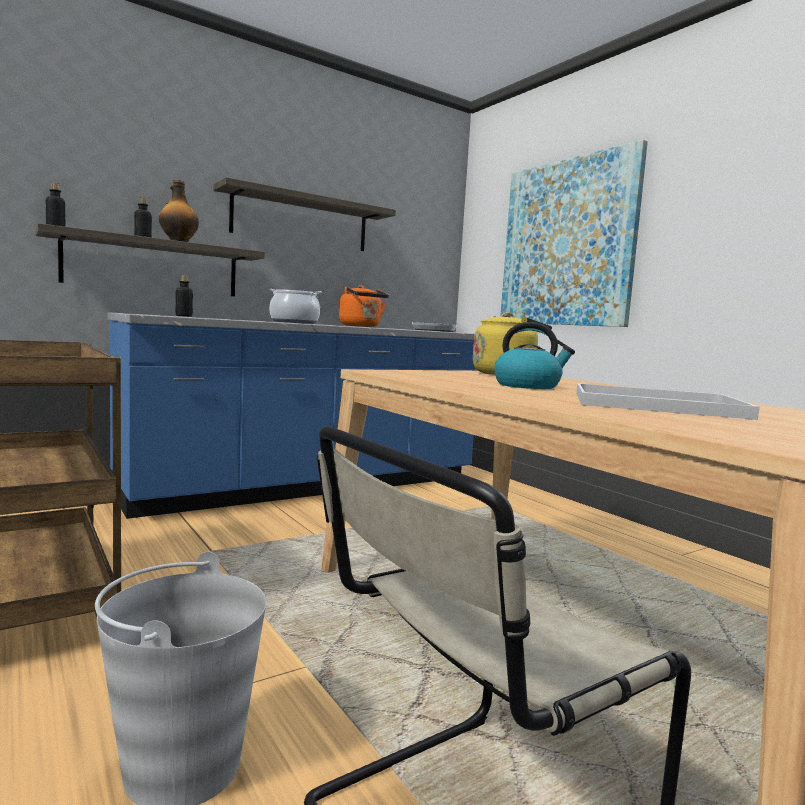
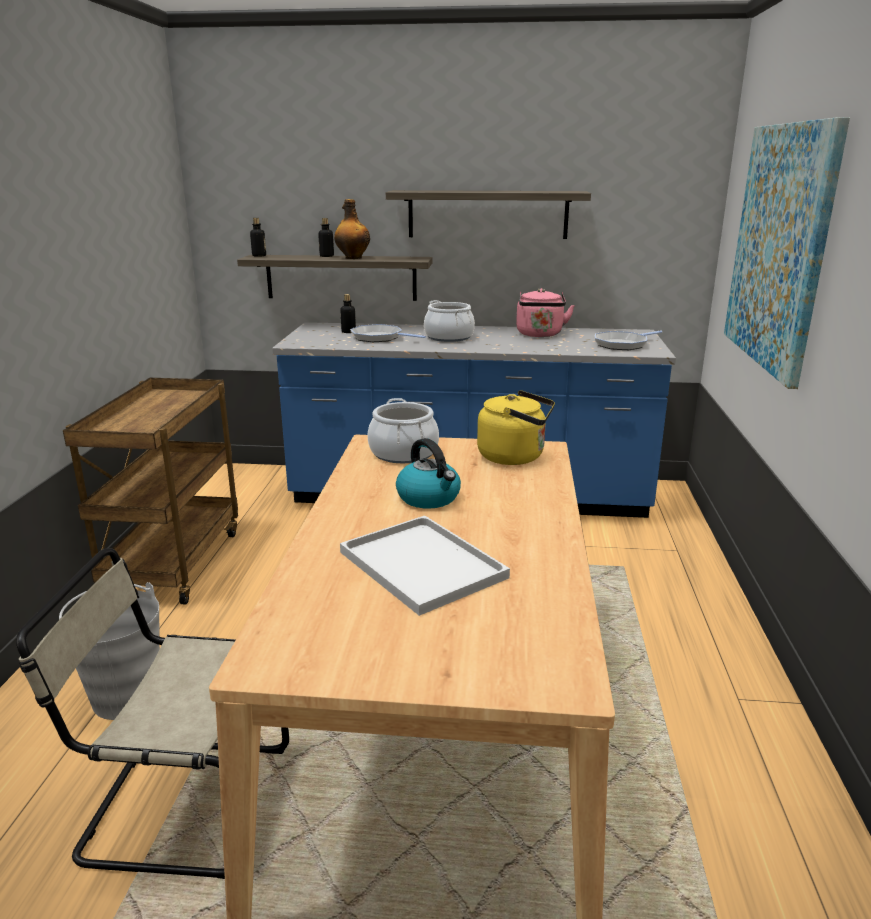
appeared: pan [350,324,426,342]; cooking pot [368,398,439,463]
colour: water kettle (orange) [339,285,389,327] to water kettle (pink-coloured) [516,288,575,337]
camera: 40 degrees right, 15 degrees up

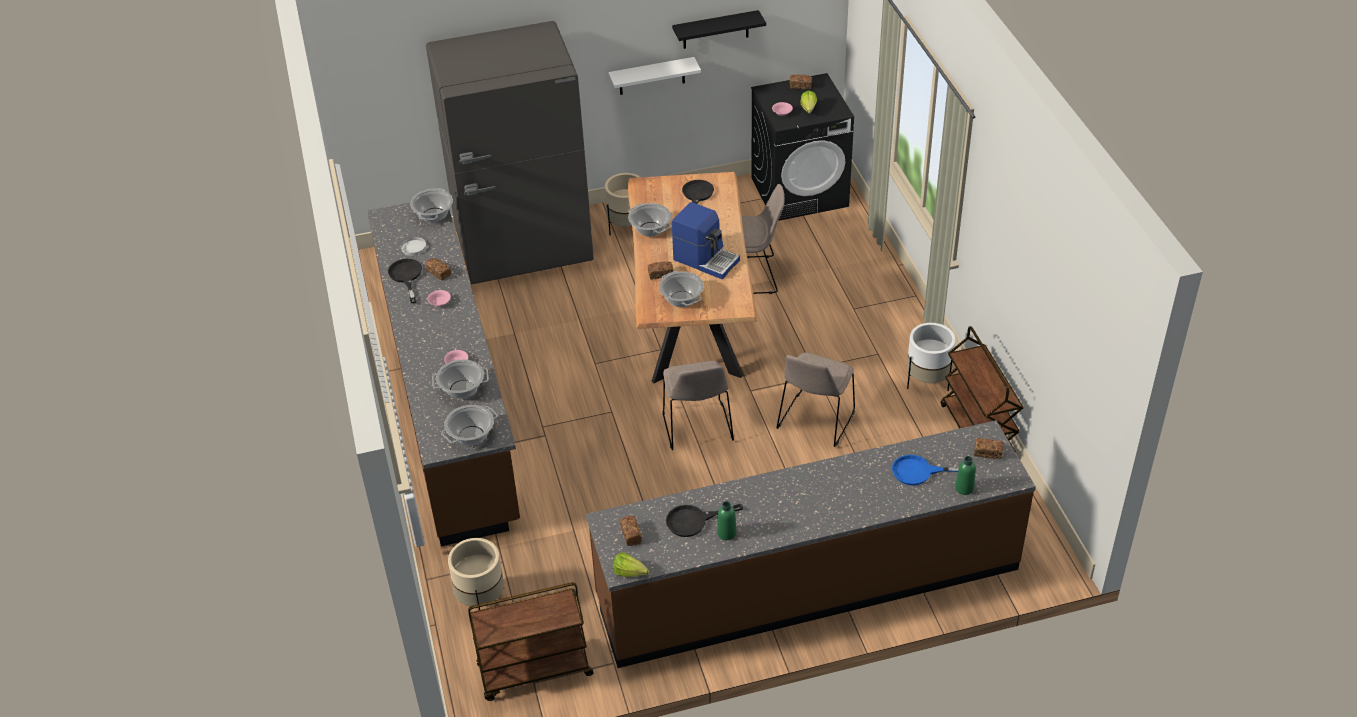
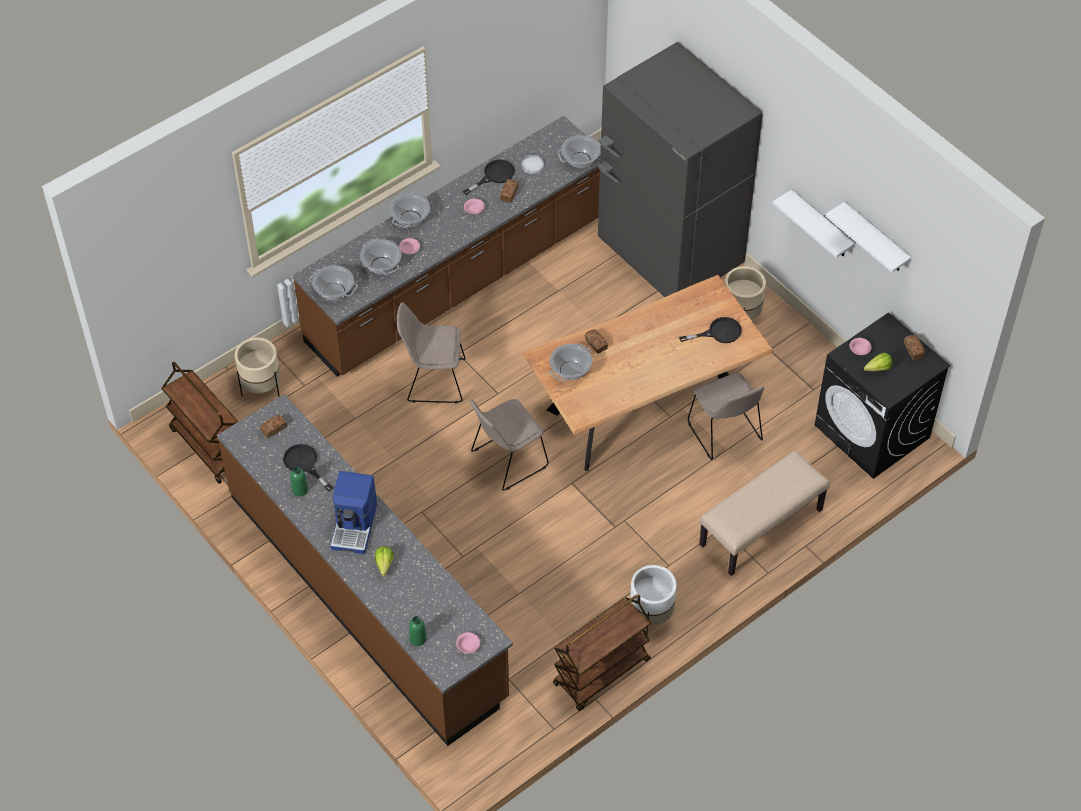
missing: pan (blue-coloured) [892,455,959,485]
appeared: bench (beige-coloured) [699,450,830,576]
relocated: coffee machine [672,202,740,279] to [330,471,377,554]; lettuce [613,552,649,577] to [375,546,394,577]; cooking pot [628,203,671,237] to [389,192,430,228]; upright chair (beige-coloured) [777,352,855,447] to [397,302,466,404]
exchanged: bakery bread [974,438,1004,459] to deep dish (pink-coloured) [456,632,480,653]
colour: bracket shelf (blackish) [672,10,766,49] to bracket shelf (white) [825,202,911,272]
camera: 65 degrees right, 10 degrees up

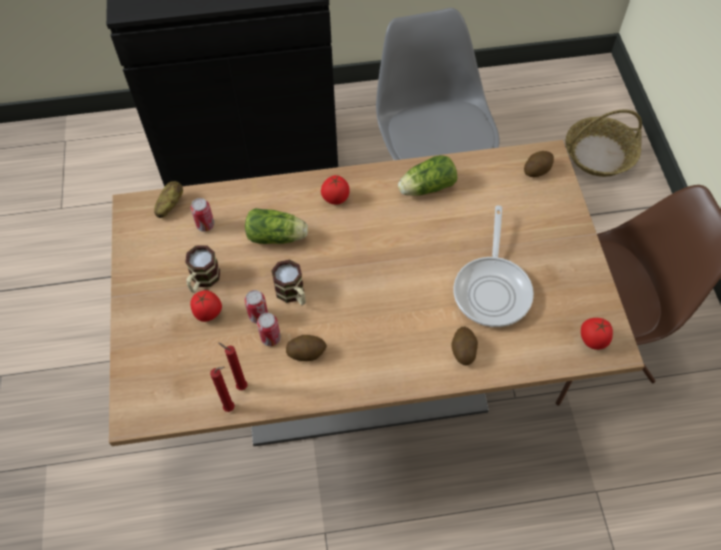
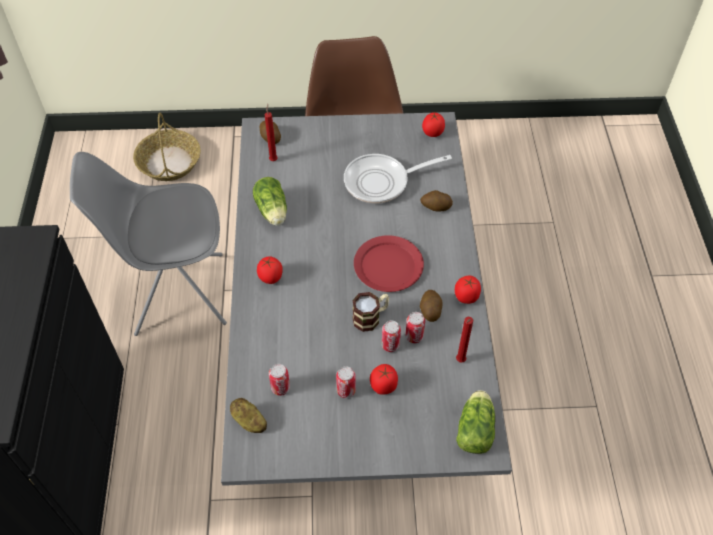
appeared: dinner plate (reddish) [354,235,424,292]; fresh tomato [455,276,481,304]
relocated: candle (reddish) [210,367,235,412] to [265,104,277,161]; lettuce [245,208,308,244] to [456,390,495,454]
exchanged: mug [185,245,220,293] to sealed can [336,366,356,398]
colour: kitchen table (brownish) [109,140,645,446] to kitchen table (grey) [221,112,512,486]
spun: pan [453,206,534,327] = [344,154,452,203] 150 degrees clockwise
camera: 85 degrees left, 5 degrees down

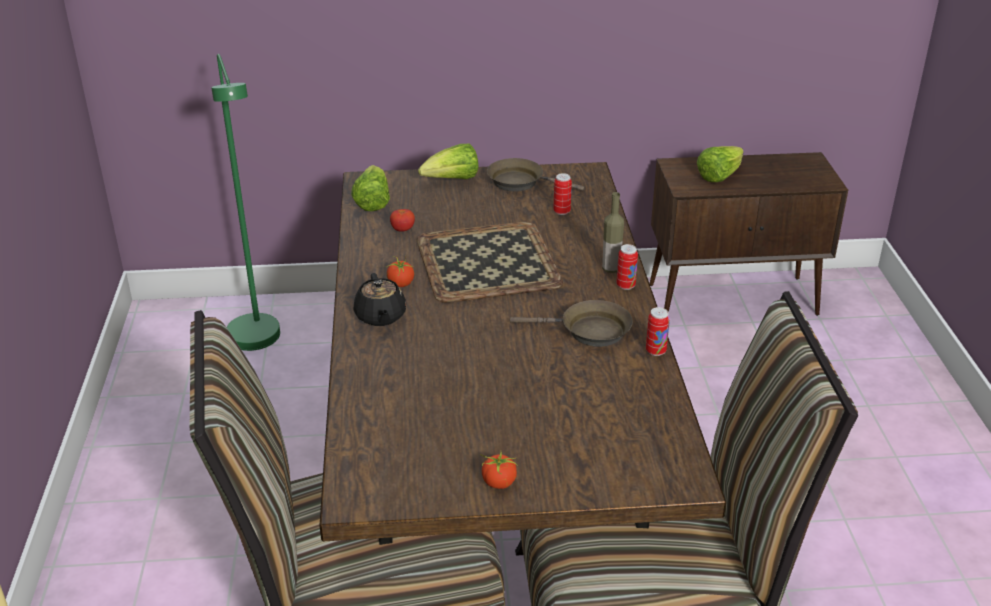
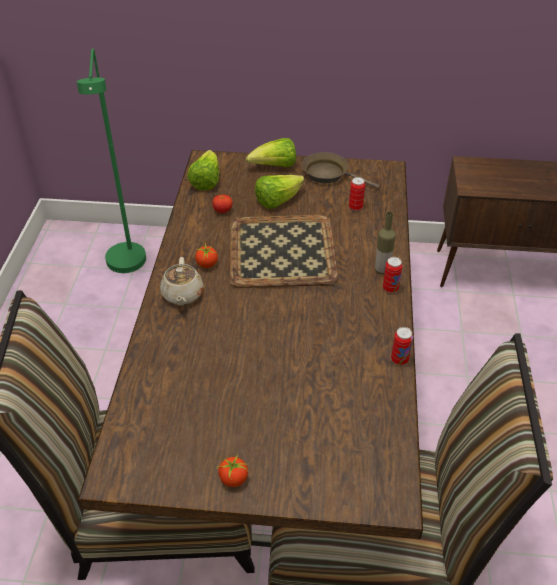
missing: pan (brownish) [510,300,633,347]
relocated: lettuce [697,146,744,182] to [255,175,304,209]
colour: teapot (blackish) [353,273,406,326] to teapot (beige-coloured) [160,257,204,306]
camera: 10 degrees right, 10 degrees up

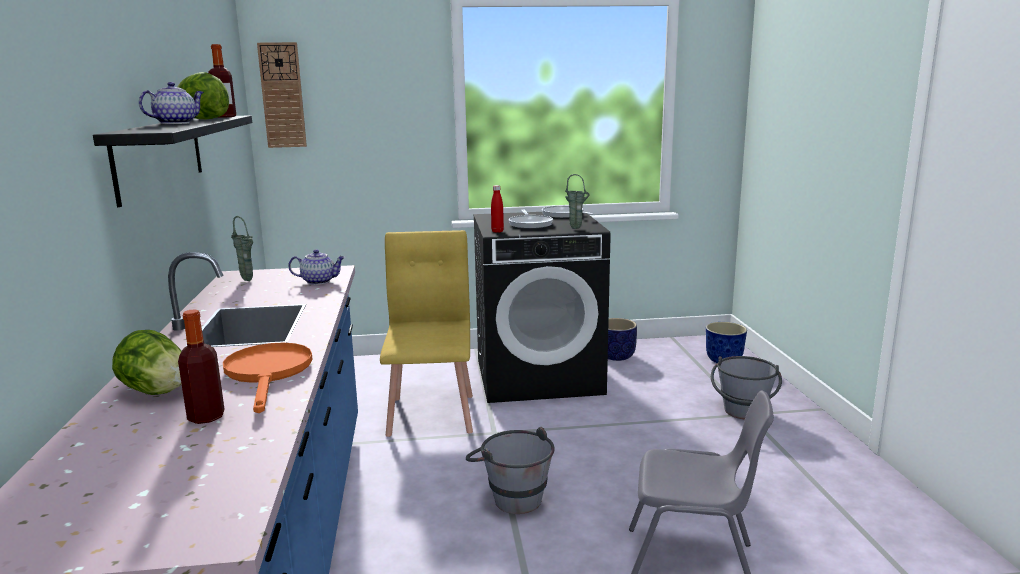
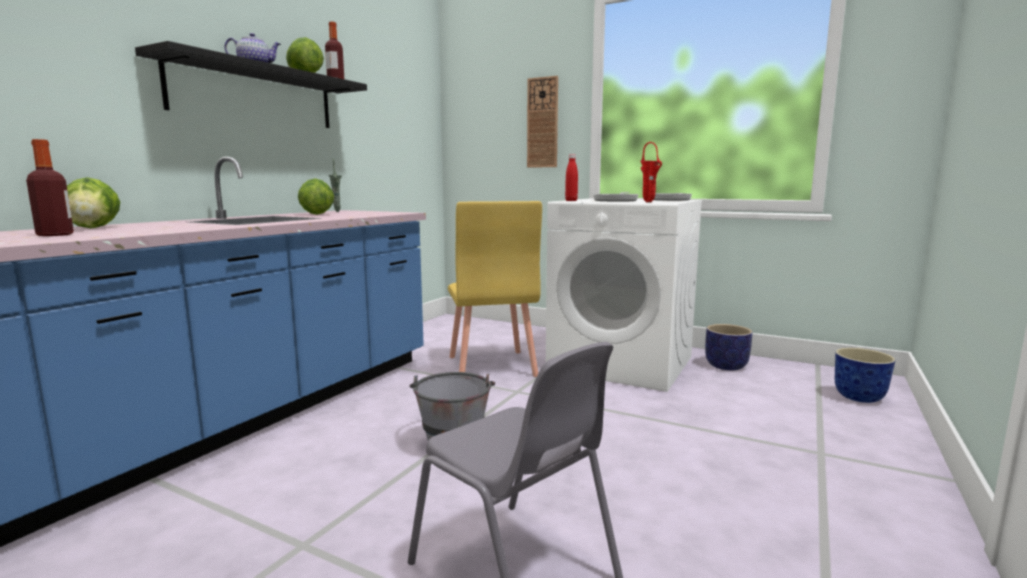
missing: pan (orange) [223,343,312,413]; teapot [288,249,345,285]; pail (grey) [711,356,782,420]
appeared: lettuce [298,179,334,215]
relocated: wall clock [257,42,307,148] to [527,76,558,168]
colour: laundry appliance (blackish) [473,210,611,403] to laundry appliance (white) [546,198,702,392]; vase (green-coloured) [565,174,590,229] to vase (reddish) [640,142,662,202]
spun: upright chair (yellow-coloured) [380,230,473,437] = [448,201,542,377] 135 degrees clockwise
camera: 35 degrees right, 5 degrees down

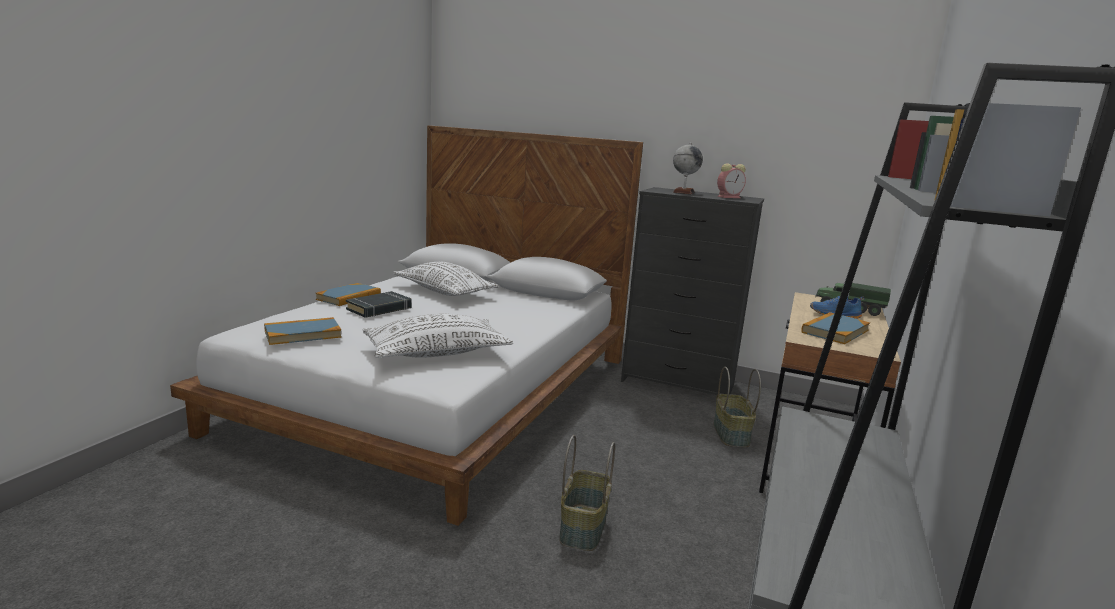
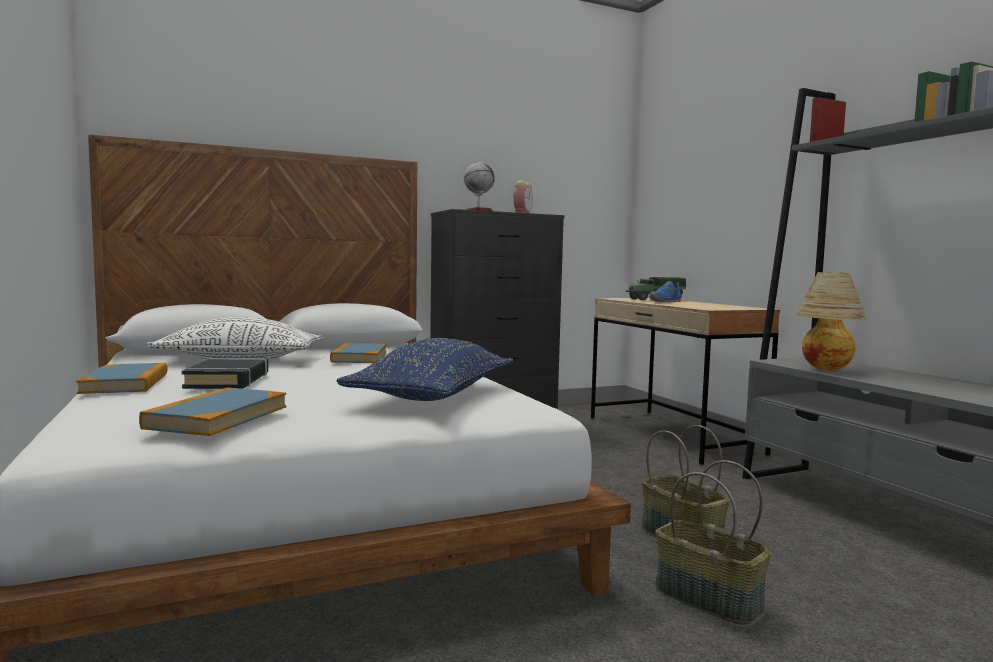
appeared: tabletop lamp [796,272,867,371]
relocated: volume [801,312,870,344] to [330,343,387,363]; basket [713,367,761,447] to [655,460,771,625]
colour: throw pillow (white) [363,314,513,358] to throw pillow (blue-coloured) [337,338,513,401]
camera: 45 degrees left, 10 degrees down

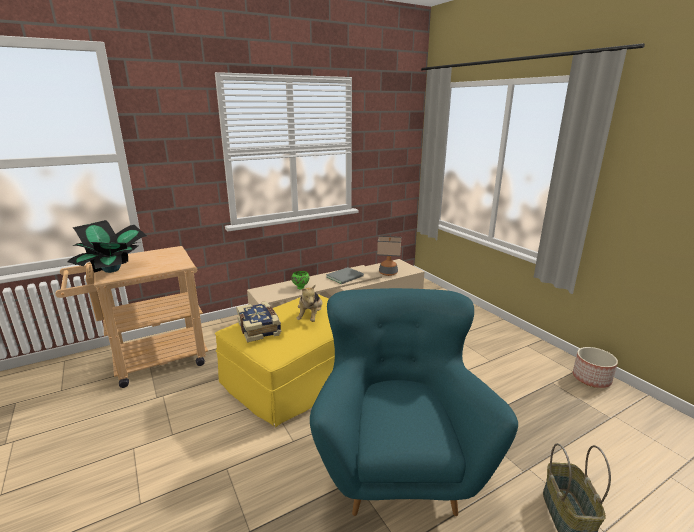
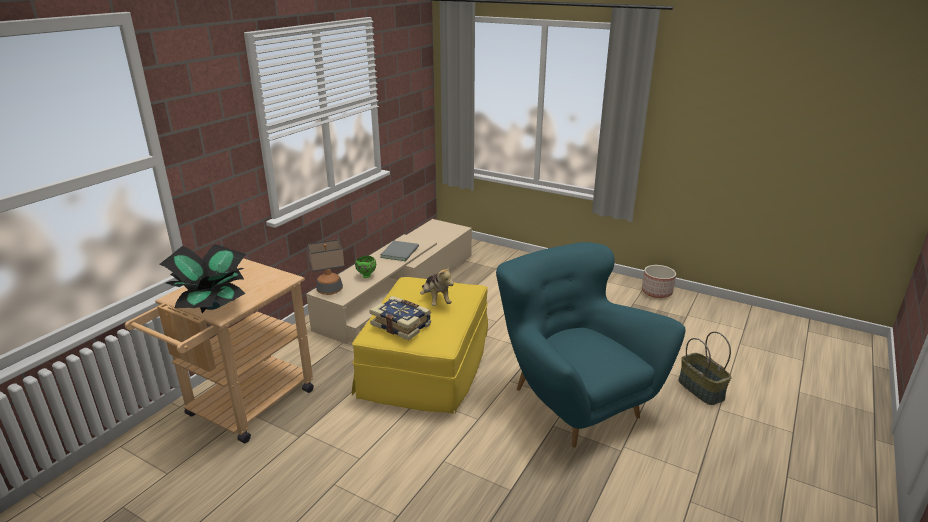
relocated: tabletop lamp [377,236,401,276] to [308,239,345,295]
camera: 30 degrees left, 5 degrees up

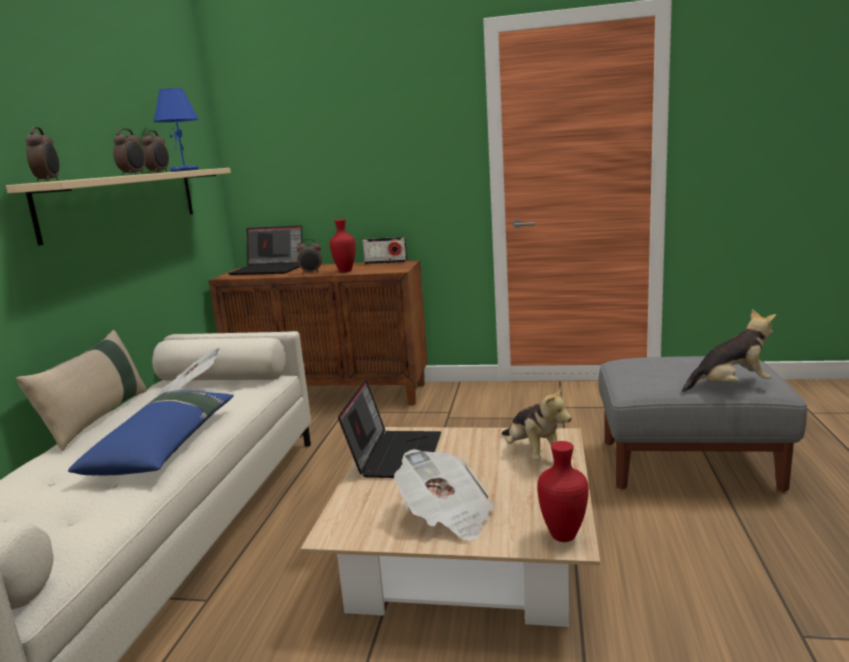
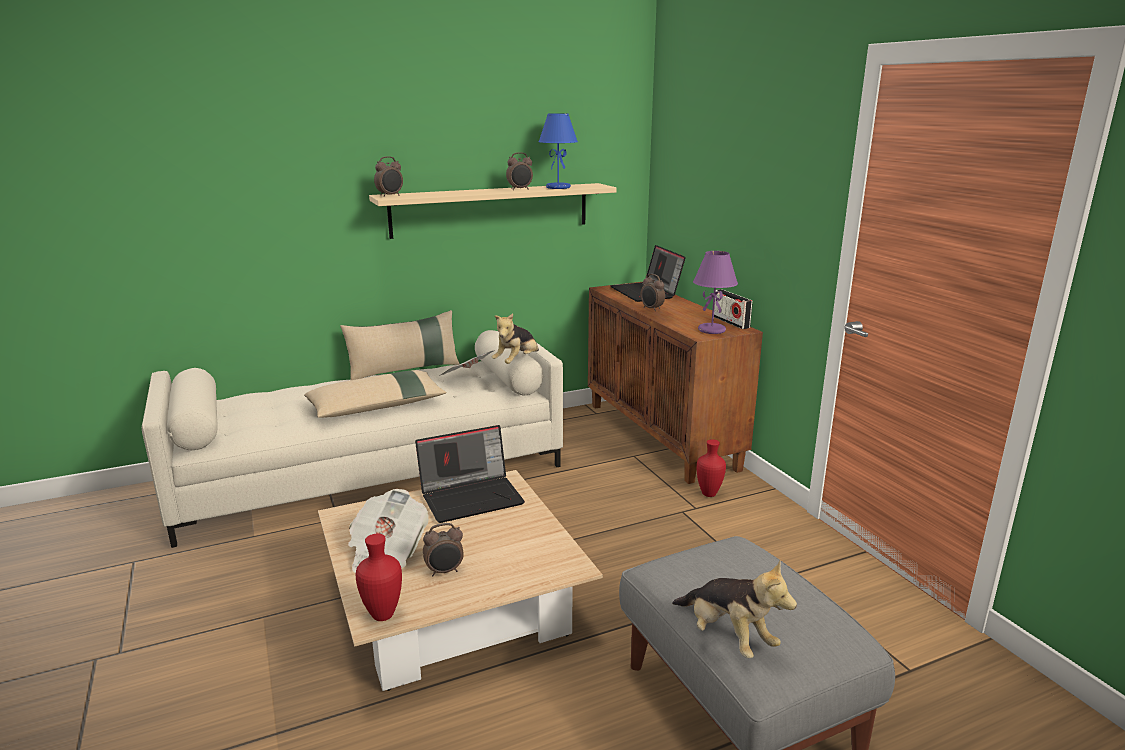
appeared: tabletop lamp (purple-coloured) [693,251,738,334]
relocated: alarm clock [113,128,145,175] to [423,523,464,576]; cuddly toy [502,386,572,460] to [492,313,539,364]; vase (reddish) [330,219,356,272] to [697,439,726,497]
colour: throw pillow (blue-coloured) [68,390,234,475] to throw pillow (beige-coloured) [304,370,446,418]
camera: 55 degrees right, 5 degrees up

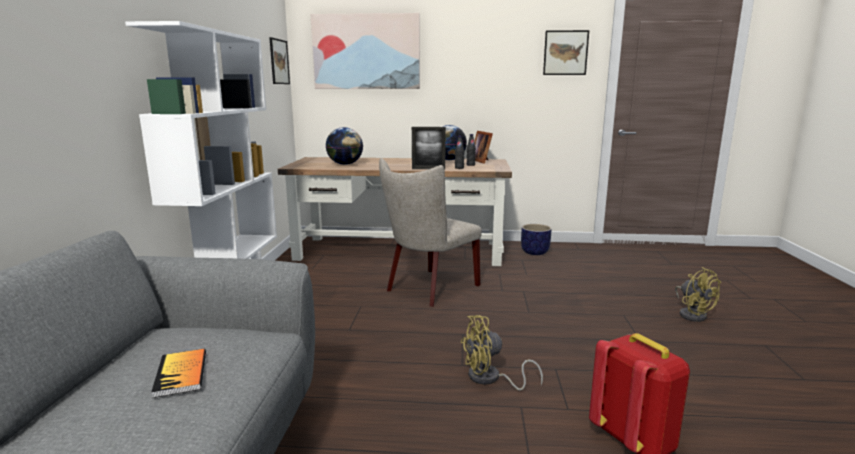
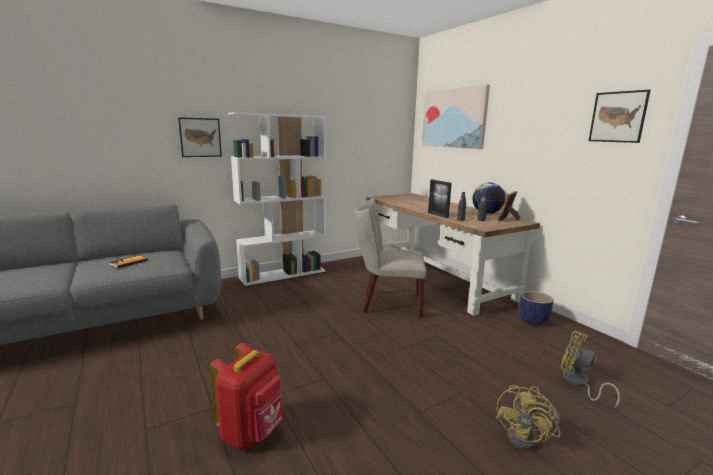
missing: desk globe [326,127,363,165]
relocated: wall art [269,37,290,84] to [178,117,222,157]; fan (yellow-coloured) [460,315,543,390] to [561,331,620,408]
camera: 55 degrees right, 0 degrees up

